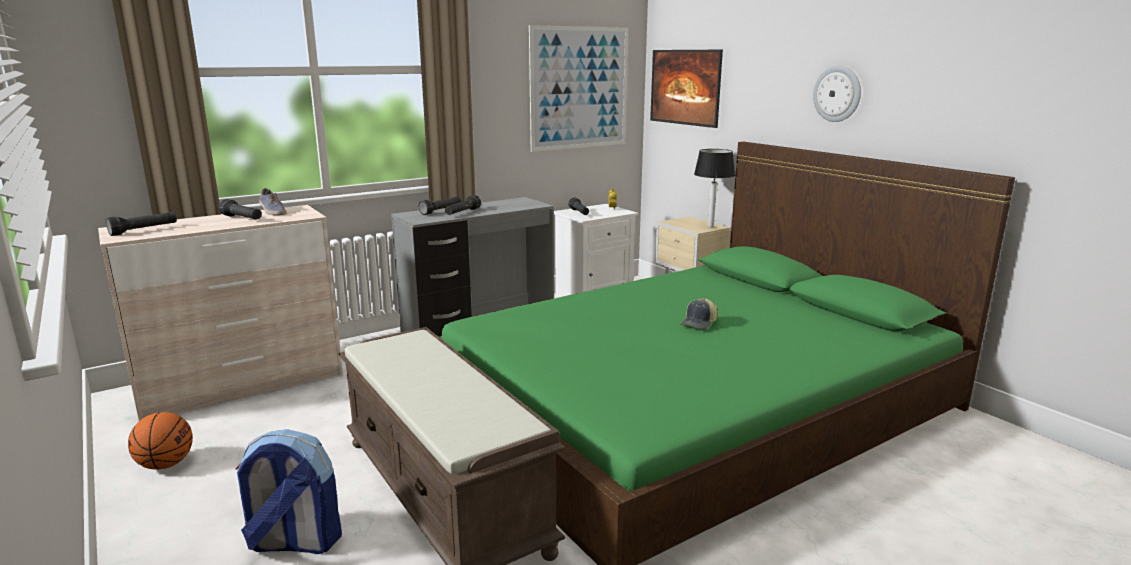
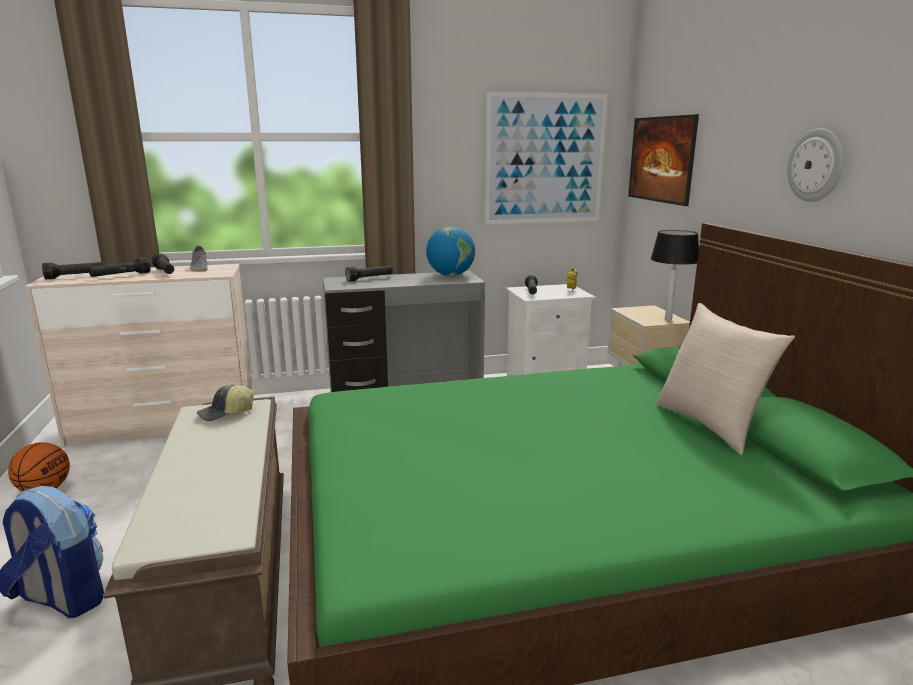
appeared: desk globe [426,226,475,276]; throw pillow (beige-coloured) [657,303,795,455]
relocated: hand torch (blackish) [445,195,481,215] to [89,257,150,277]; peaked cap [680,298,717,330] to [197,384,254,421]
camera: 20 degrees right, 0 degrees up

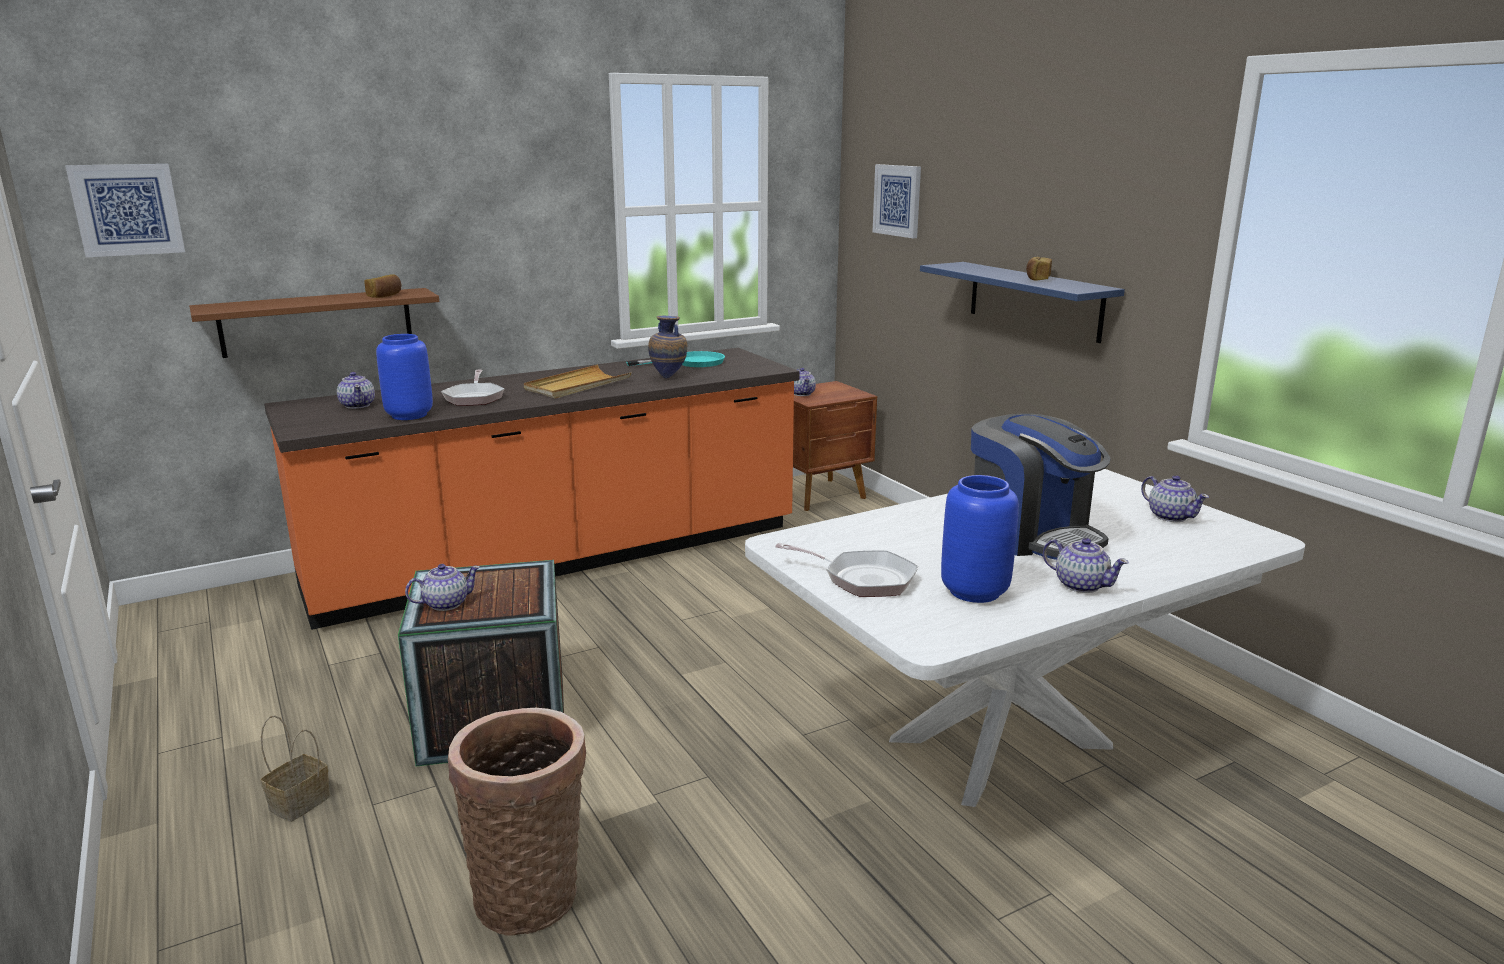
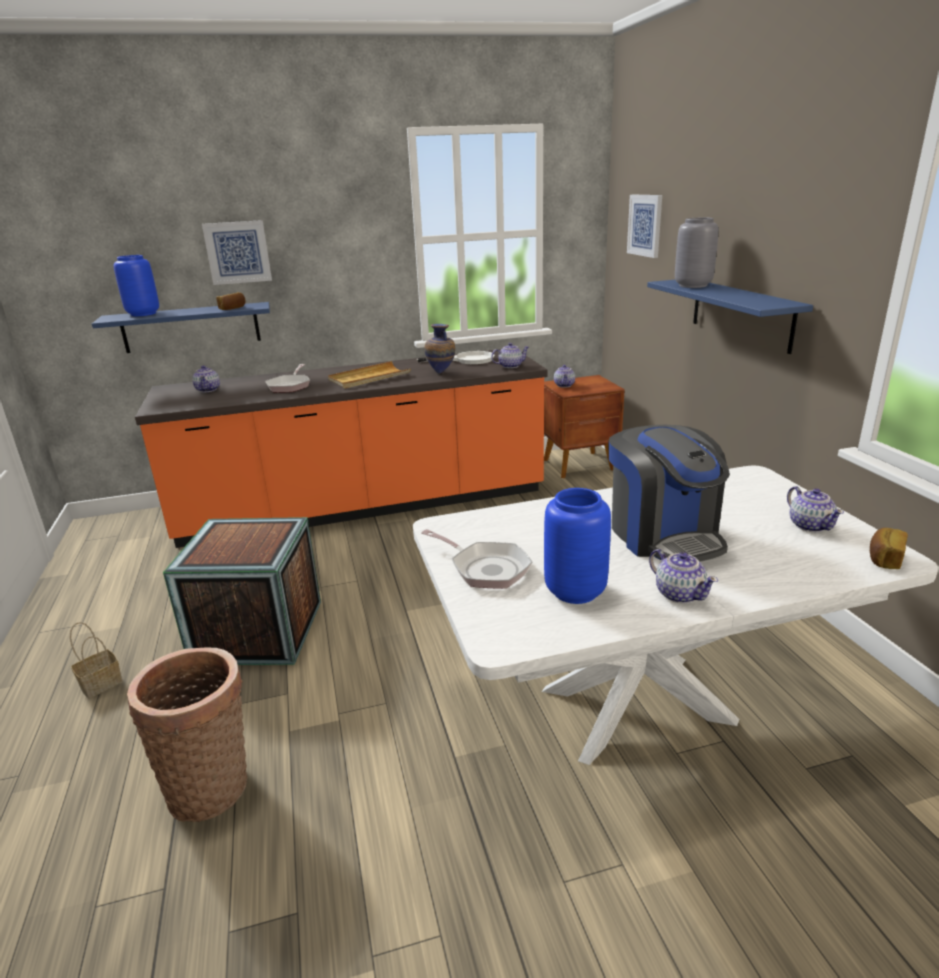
appeared: vase (grey) [675,218,719,288]
relocated: vase (blue-coloured) [376,334,433,420] to [114,255,159,316]; wall art [65,164,185,257] to [202,220,272,285]; teapot [405,564,480,611] to [491,343,529,368]; bakery bread [1026,257,1052,280] to [870,528,908,569]
colour: bracket shelf (brownish) [189,288,439,358] to bracket shelf (blue-coloured) [92,302,270,353]; pan (blue-green) [626,351,725,367] to pan (white) [417,351,495,364]
camera: 15 degrees right, 5 degrees up

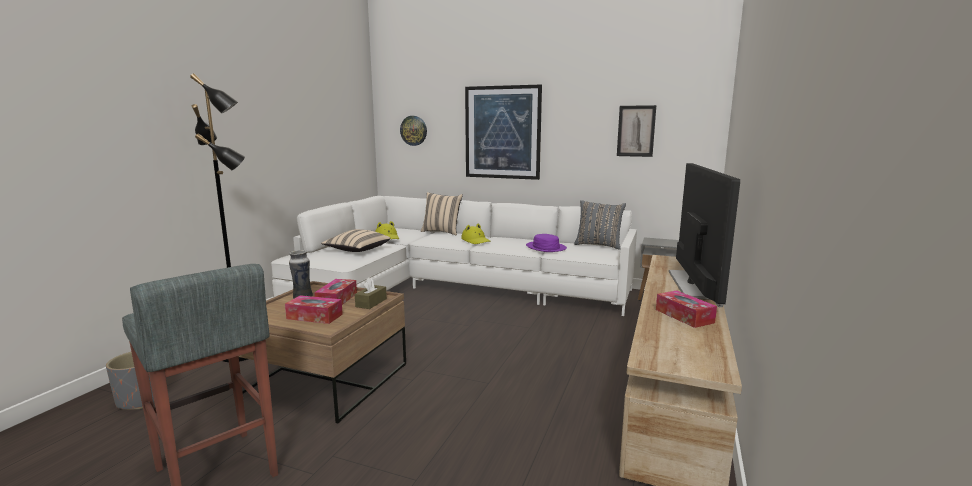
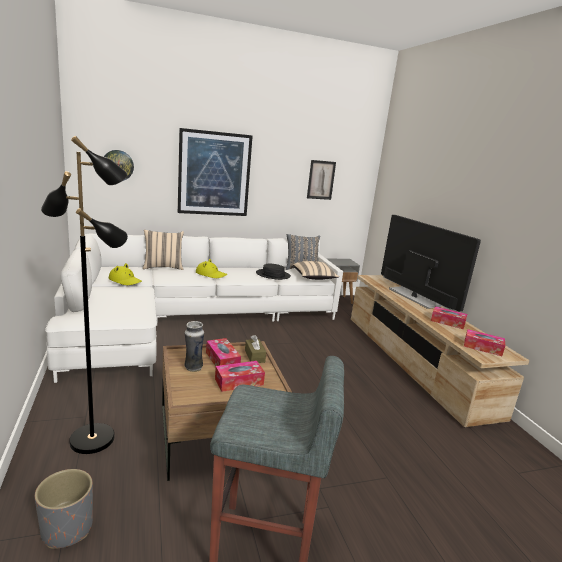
appeared: box of tissues [464,329,506,356]
relocated: throw pillow (beige-coloured) [321,229,390,252] to [293,261,339,280]
colour: wearable hat (purple-coloured) [526,234,567,252] to wearable hat (blackish) [256,263,291,280]
camera: 40 degrees left, 5 degrees up

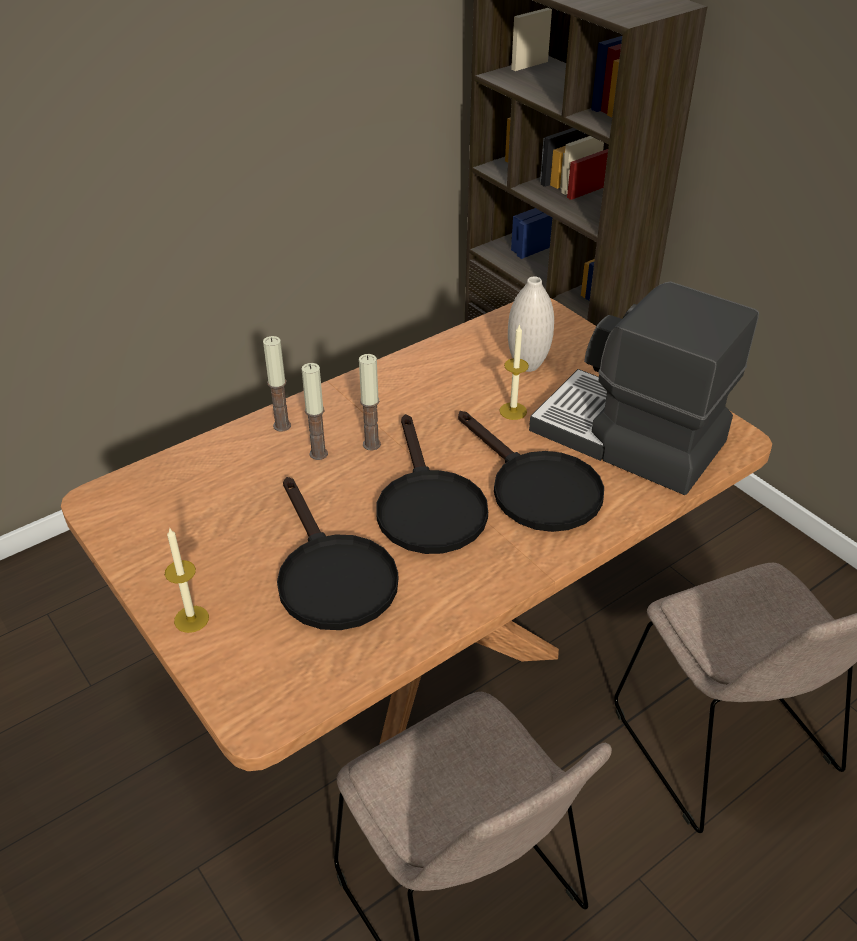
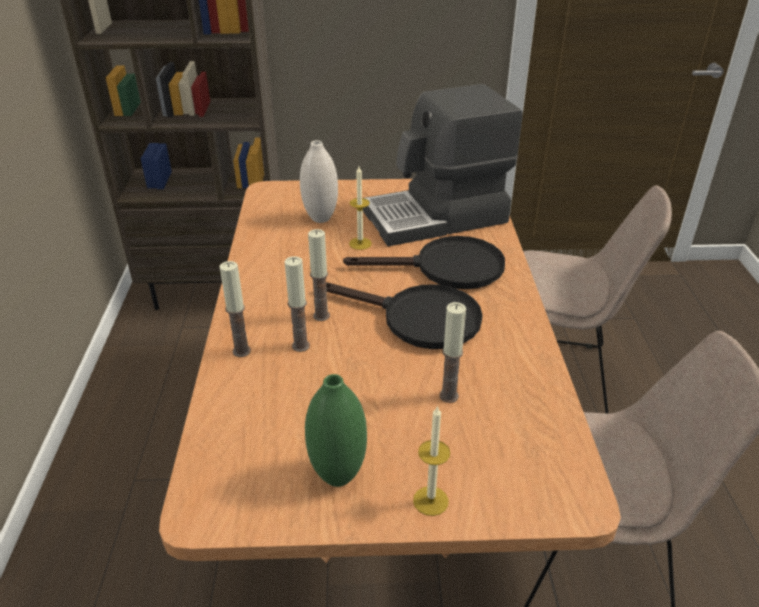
appeared: vase (green-coloured) [305,374,367,487]
exchanged: pan (blackish) [277,477,398,630] to candle [440,302,466,403]
camera: 55 degrees left, 5 degrees down

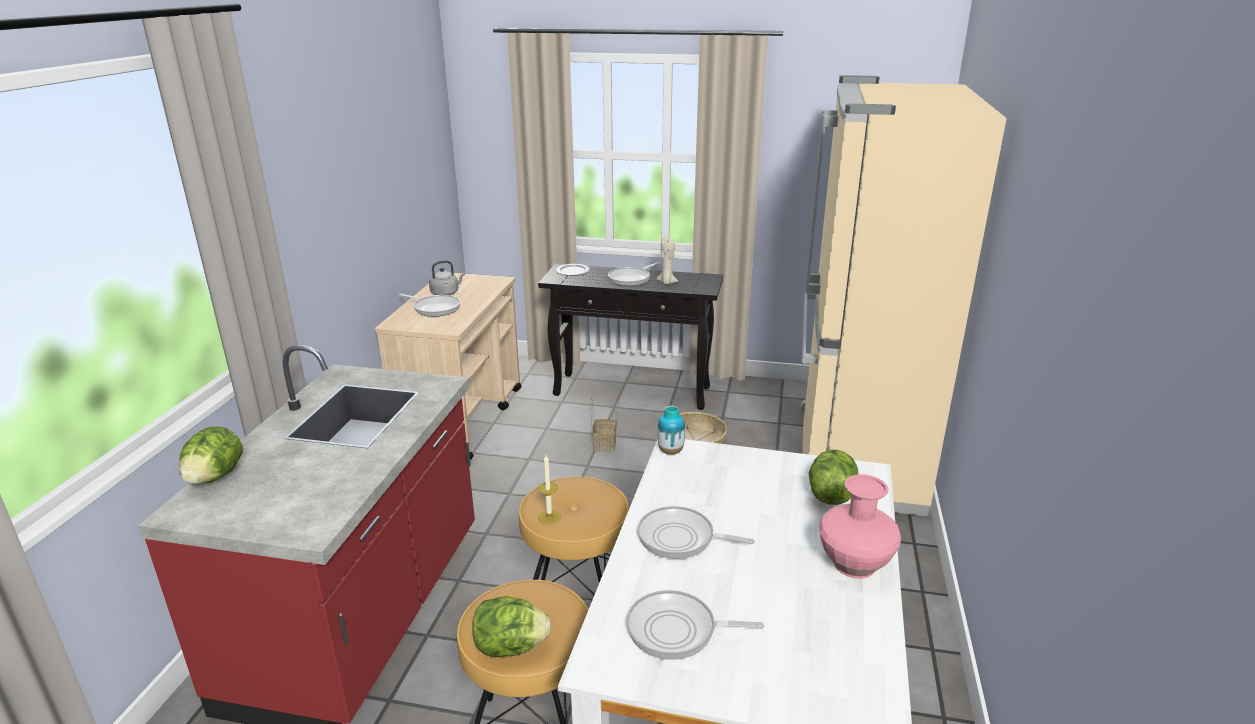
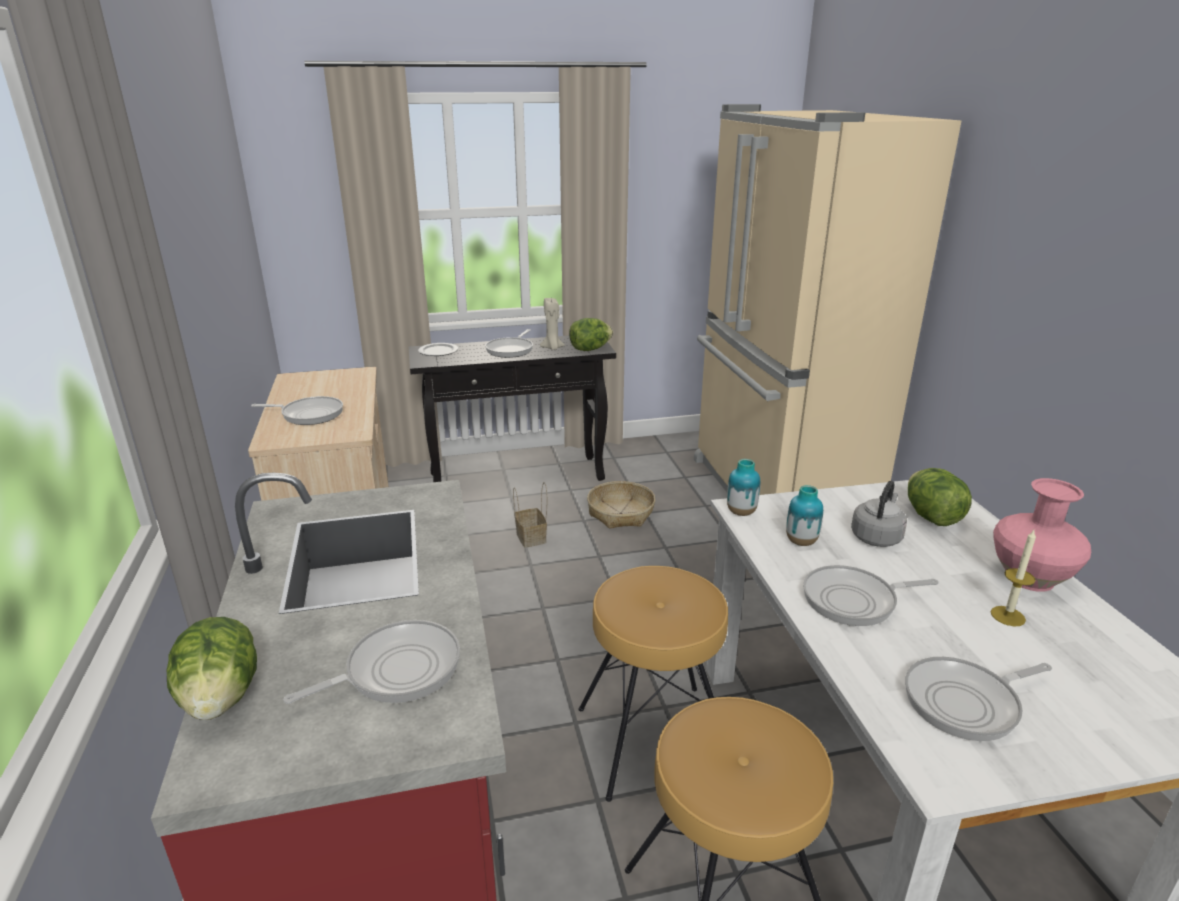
appeared: pan [283,620,460,704]; vase [786,485,823,546]
relocated: lettuce [472,596,551,657] to [569,318,613,351]; water kettle (grey) [429,260,465,295] to [851,481,907,547]; candle [538,455,561,524] to [991,530,1036,626]
camera: 25 degrees left, 0 degrees up

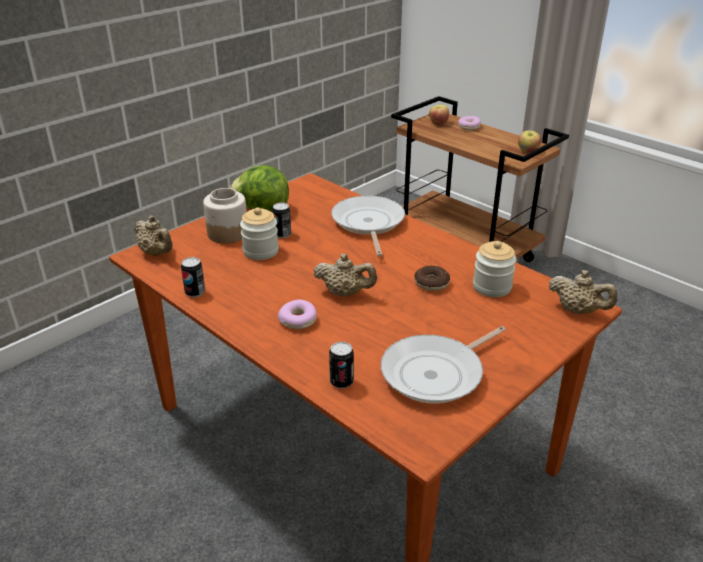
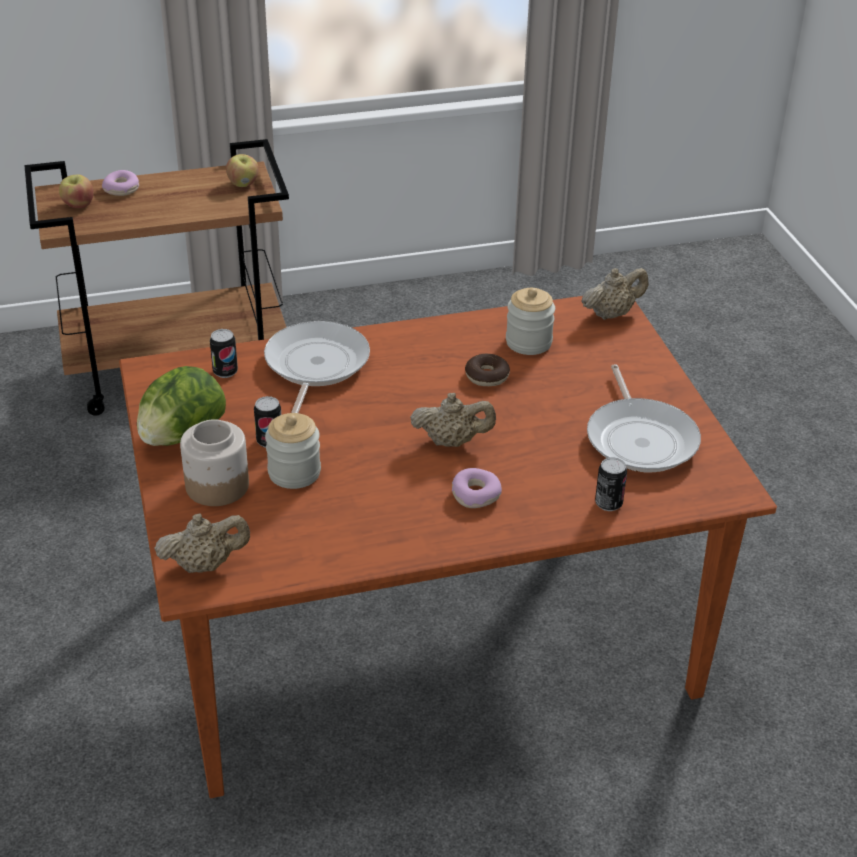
relocated: sealed can [181,257,205,297] to [210,329,238,378]
spun: pan [331,196,405,257] = [264,321,370,413] 75 degrees clockwise; teapot (beige-coloured) [314,254,377,296] = [410,393,496,447] 45 degrees clockwise
camera: 60 degrees left, 5 degrees up

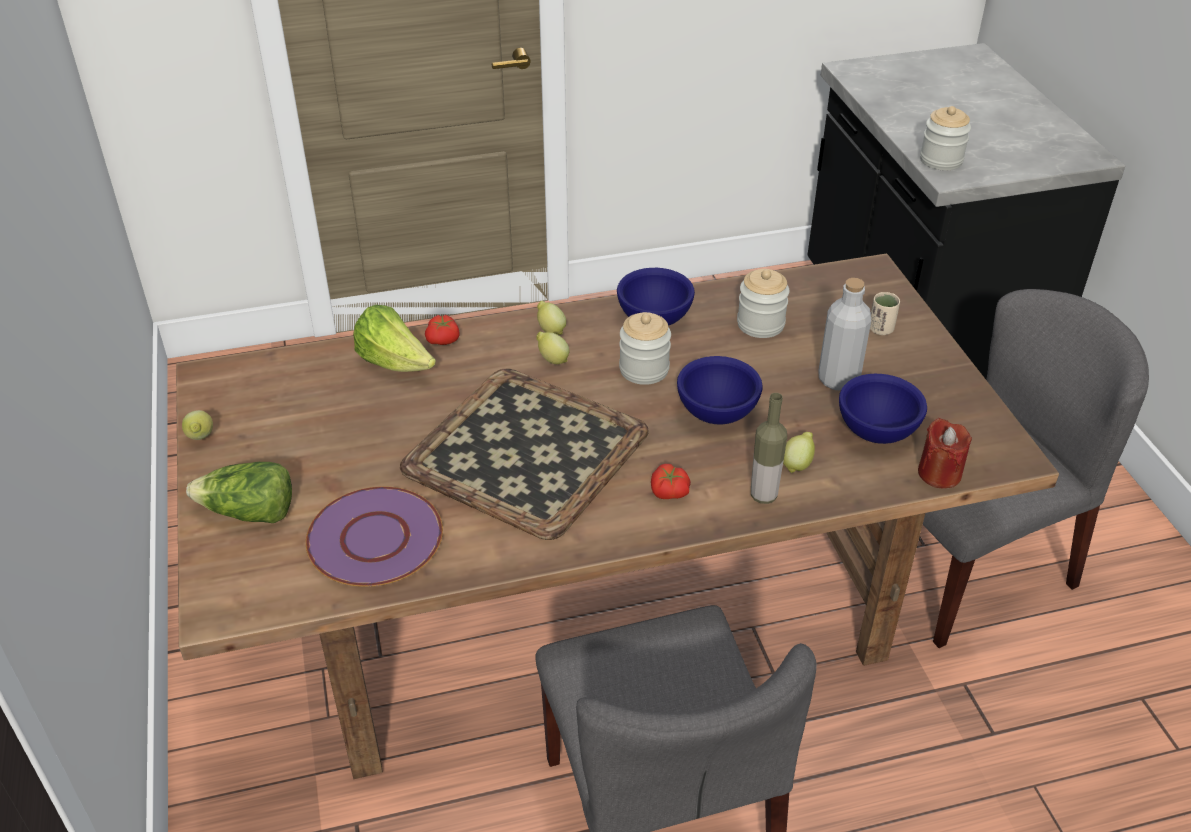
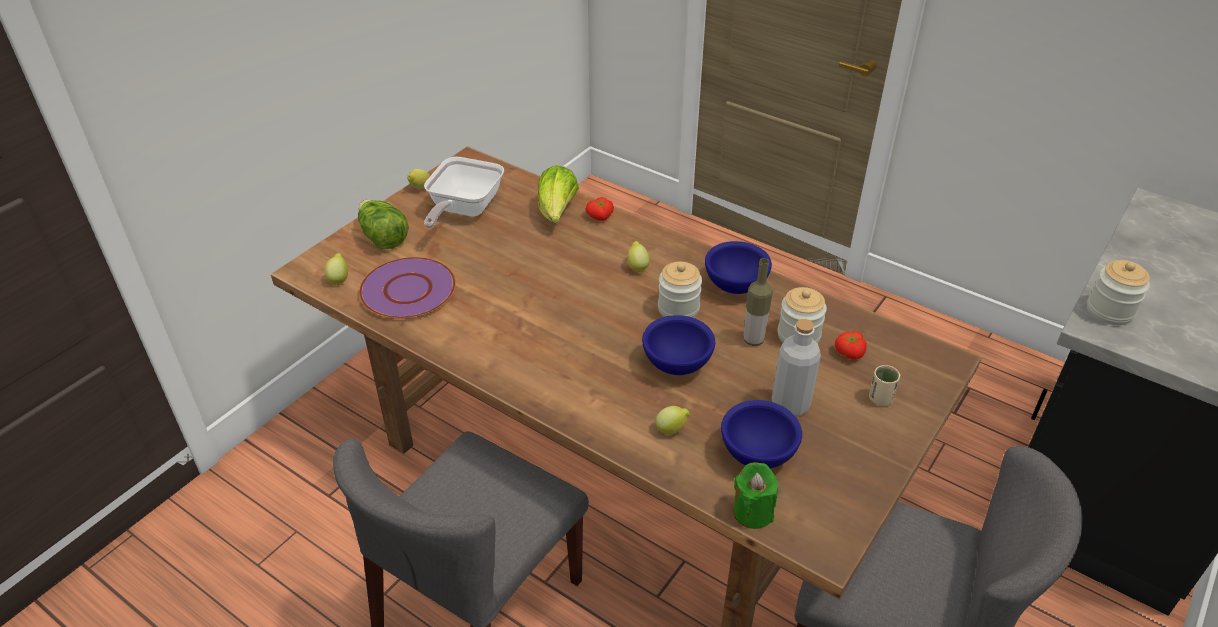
missing: tray [400,369,649,540]
appeared: pan [424,157,504,229]
relocated: lemon [537,301,566,335] to [324,253,348,286]; bottle [751,393,787,504] to [743,258,773,346]; fresh tomato [651,464,691,499] to [835,331,867,360]
colour: candle (reddish) [918,418,972,488] to candle (green-coloured) [733,462,778,529]
camera: 50 degrees right, 0 degrees up

